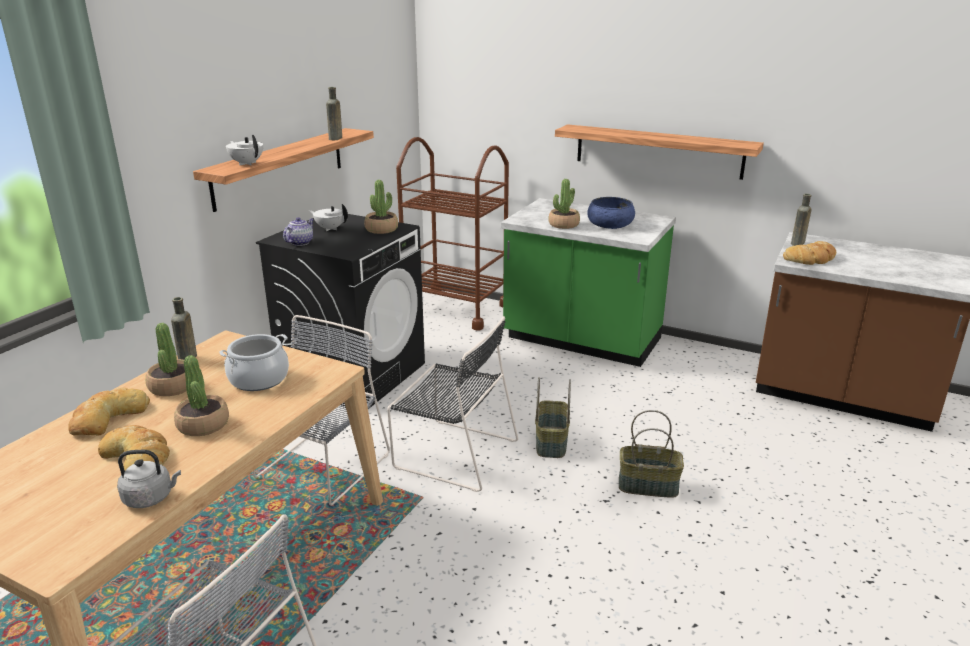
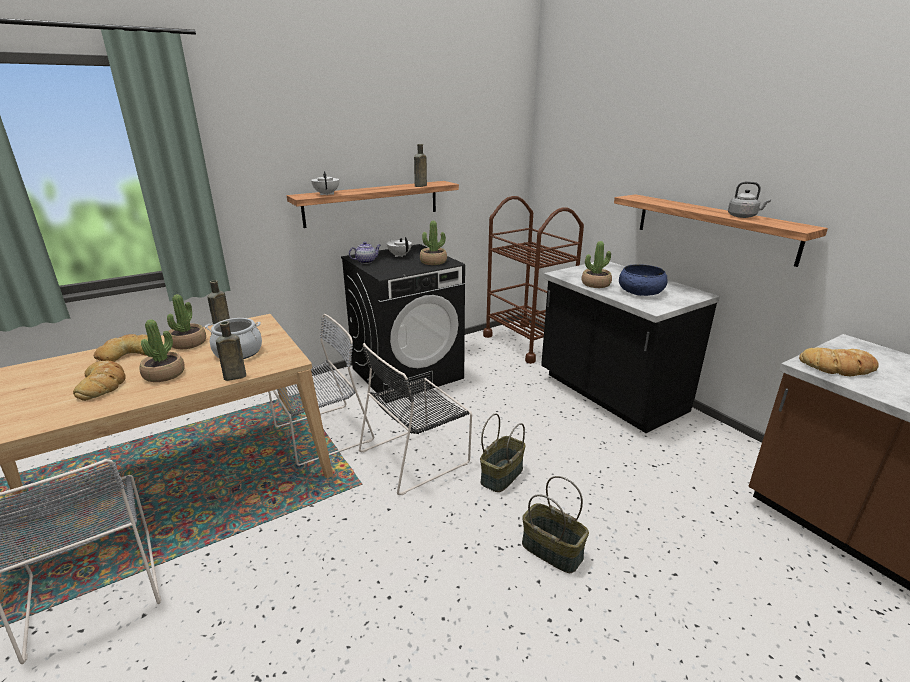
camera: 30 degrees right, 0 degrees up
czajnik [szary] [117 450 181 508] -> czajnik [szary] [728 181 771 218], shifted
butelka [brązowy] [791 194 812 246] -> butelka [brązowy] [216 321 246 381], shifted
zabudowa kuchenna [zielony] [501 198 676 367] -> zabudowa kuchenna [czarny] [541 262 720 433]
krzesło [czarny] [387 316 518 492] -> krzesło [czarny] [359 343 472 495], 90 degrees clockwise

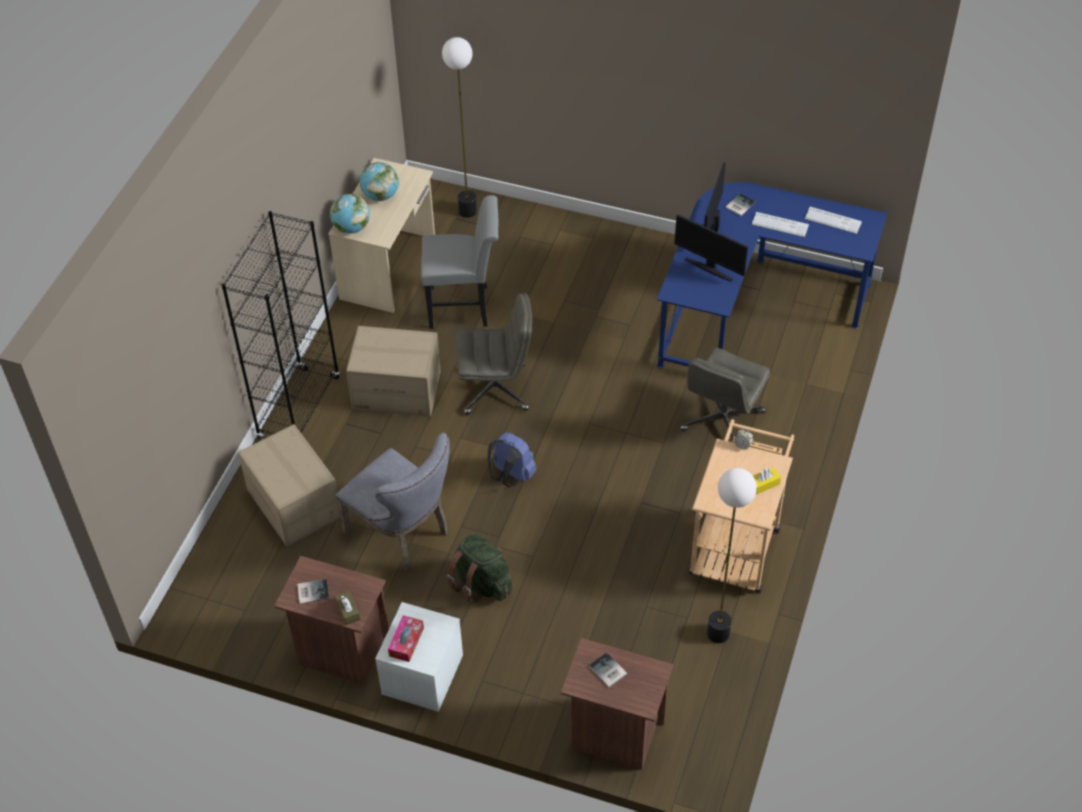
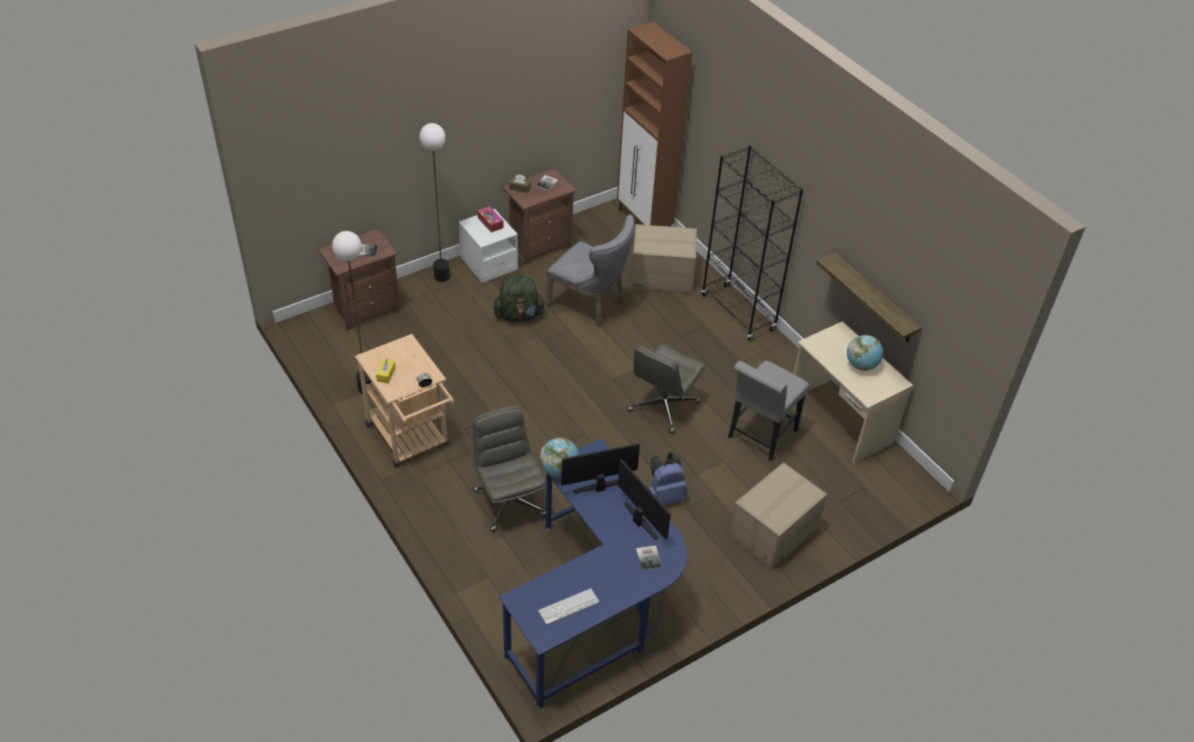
camera: 125 degrees right, 5 degrees down
klawiatura [752 212 809 237] -> none
none -> szafka [brązowy] [617 21 692 227]
none -> półka [816 253 922 343]
globus [330 194 370 234] -> globus [540 438 579 477], shifted
karton [346 326 441 417] -> karton [729 462 827 570], shifted
lampa stojąca [442 37 477 218] -> lampa stojąca [419 123 450 282], shifted
plecak [niebieski] [488 432 536 487] -> plecak [niebieski] [649 452 688 505], shifted
krzesło [szary] [336 433 450 570] -> krzesło [szary] [546 215 635 327], 135 degrees counterclockwise

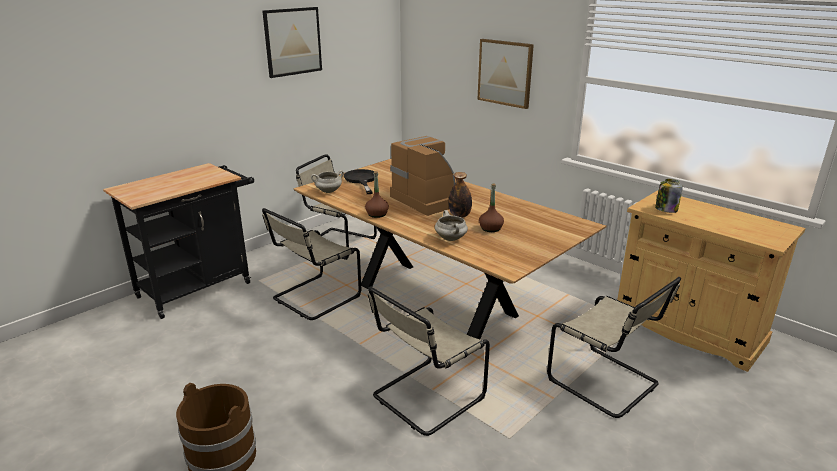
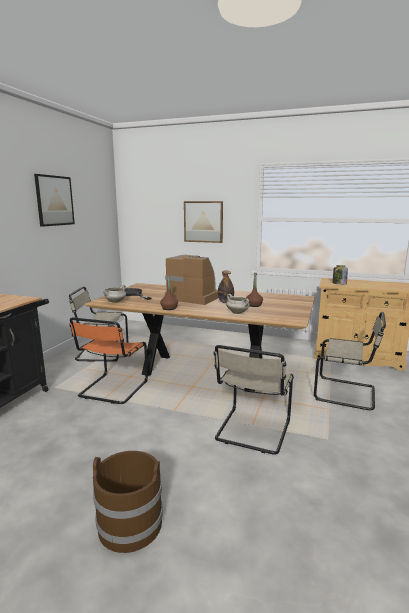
camera: 25 degrees left, 10 degrees down
krzesło [beżowy] [262 208 361 320] -> krzesło [pomarańczowy] [69 318 148 404]

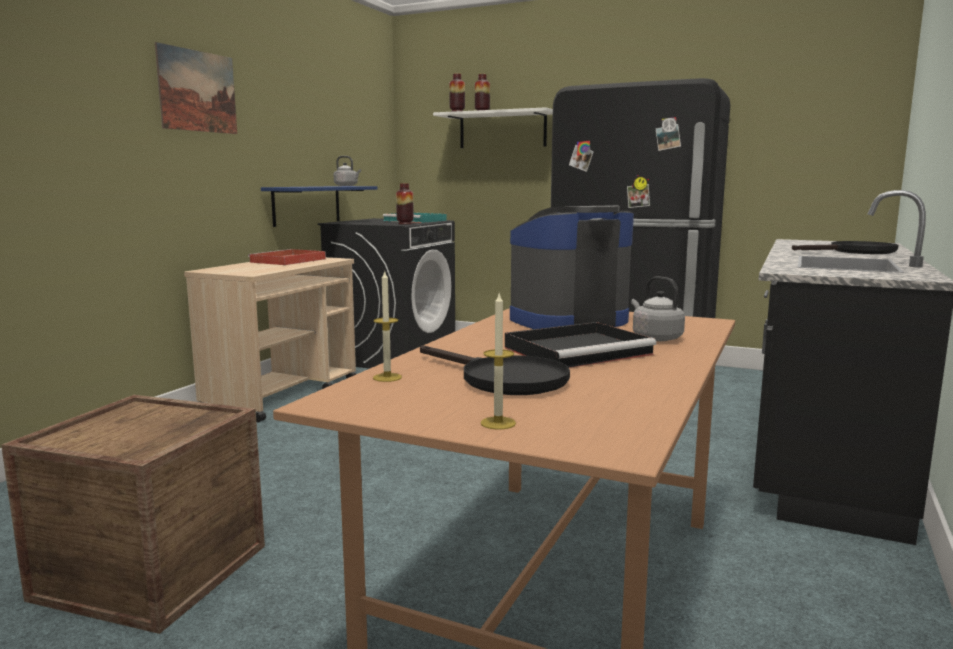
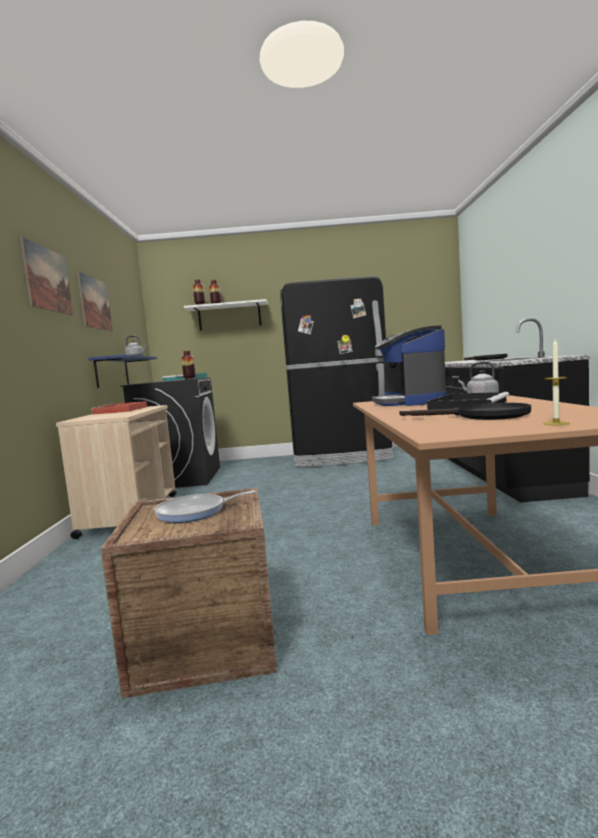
camera: 25 degrees left, 5 degrees down
świeca [373 270 402 382] -> none
none -> obraz [77 271 113 331]
none -> patelnia [154 491 256 523]
ekspres do kawy [510 205 634 329] -> ekspres do kawy [372 325 447 406], 45 degrees counterclockwise

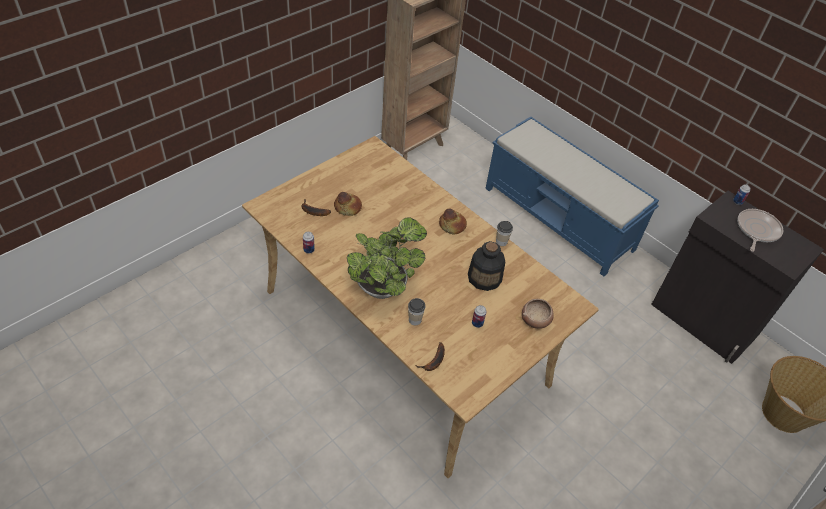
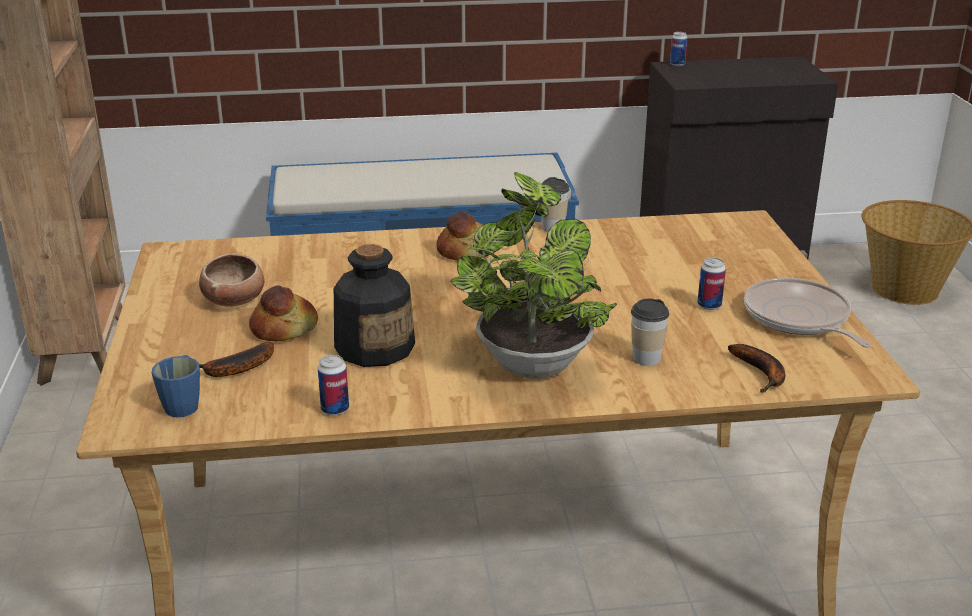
camera: 50 degrees left, 20 degrees down
none -> kubek [niebieski] [152 355 200 417]
butelka [468 241 505 291] -> butelka [334 244 415 367], shifted
miska [522 299 554 329] -> miska [199 254 265 307], shifted
patelnia [737 209 784 252] -> patelnia [744 278 872 348], shifted

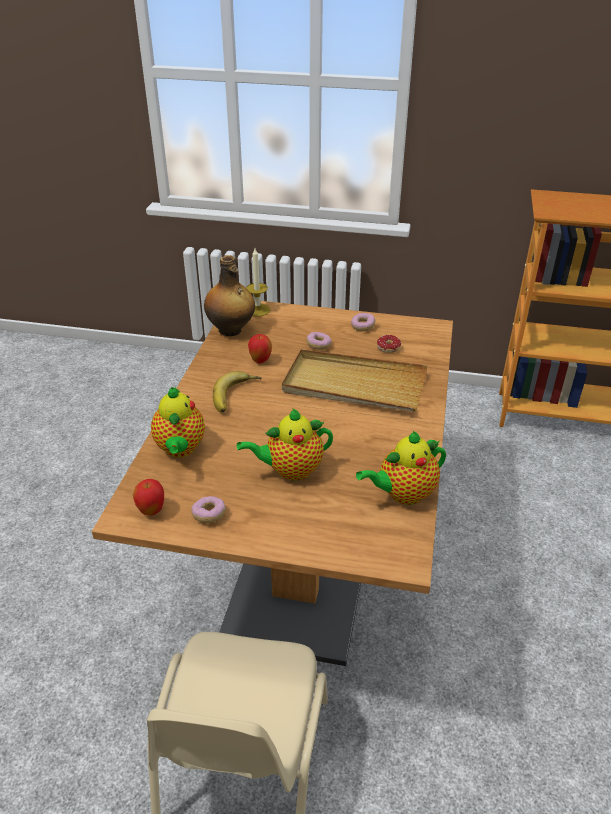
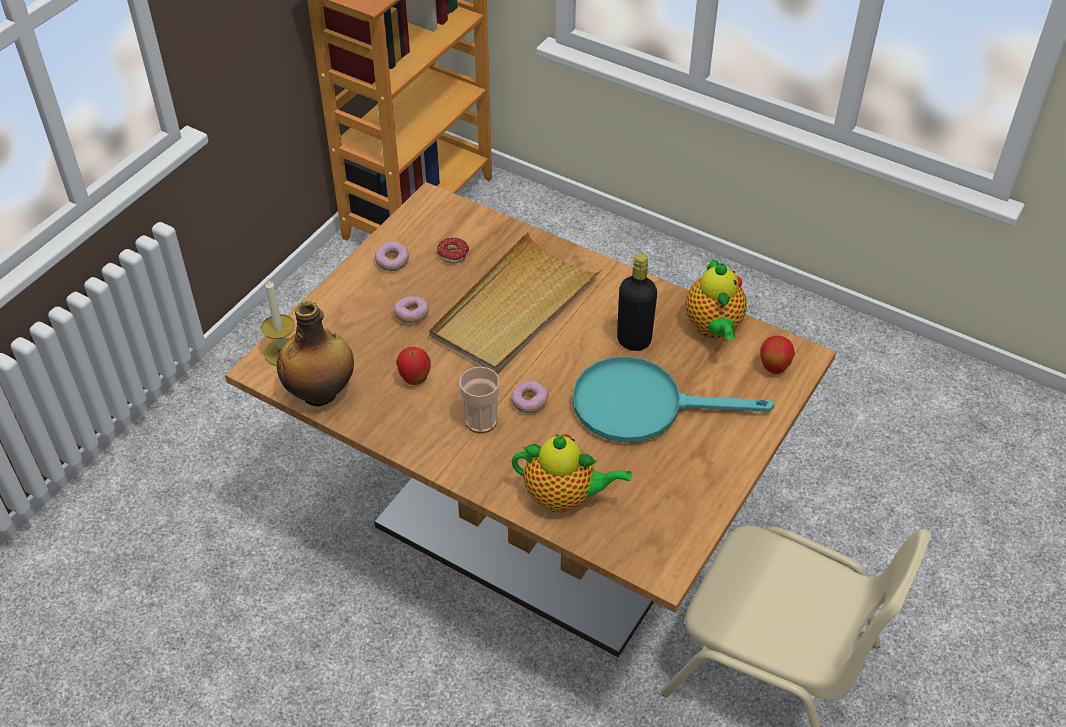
camera: 70 degrees left, 10 degrees up
none -> butelka [czarny] [617 253 657 351]
jabłko [133 479 164 515] -> jabłko [760 336 795 374], shifted
donut [191 496 226 523] -> donut [511 381 548 413], shifted
banan [213 371 262 413] -> filiżanka [459 367 500 434]
imbryk [237 408 333 481] -> patelnia [turkusowy] [573 356 775 443]

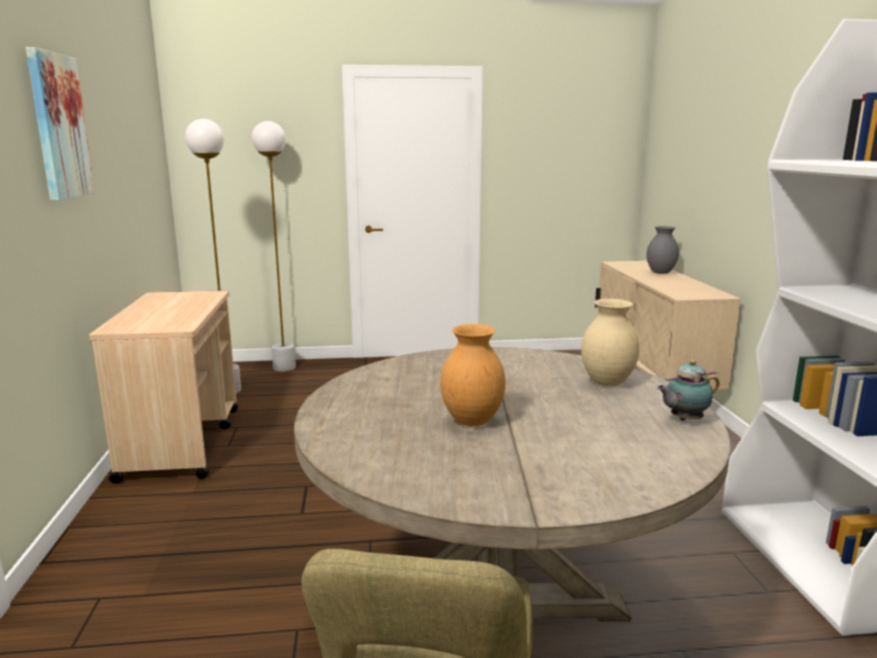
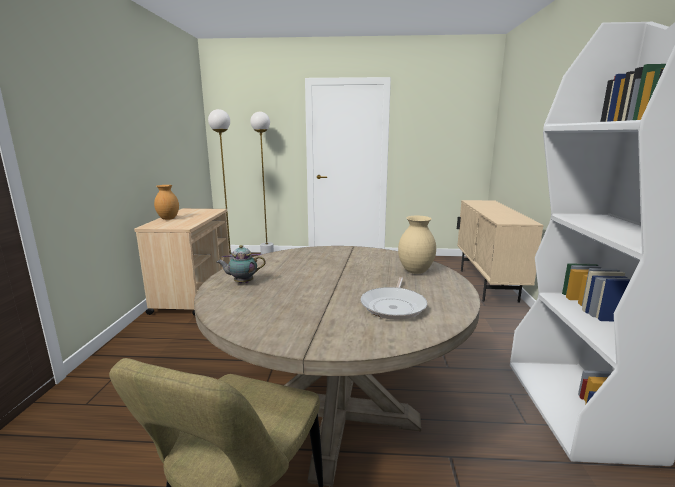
camera: 10 degrees right, 0 degrees up
obraz [26 47 95 200] -> none
wazon [szary] [646 226 679 274] -> none
none -> patelnia [360 277 427 320]
wazon [brązowy] [440 324 506 426] -> wazon [brązowy] [154 185 179 220], shifted
imbryk [657 360 719 421] -> imbryk [217 245 266 283], shifted

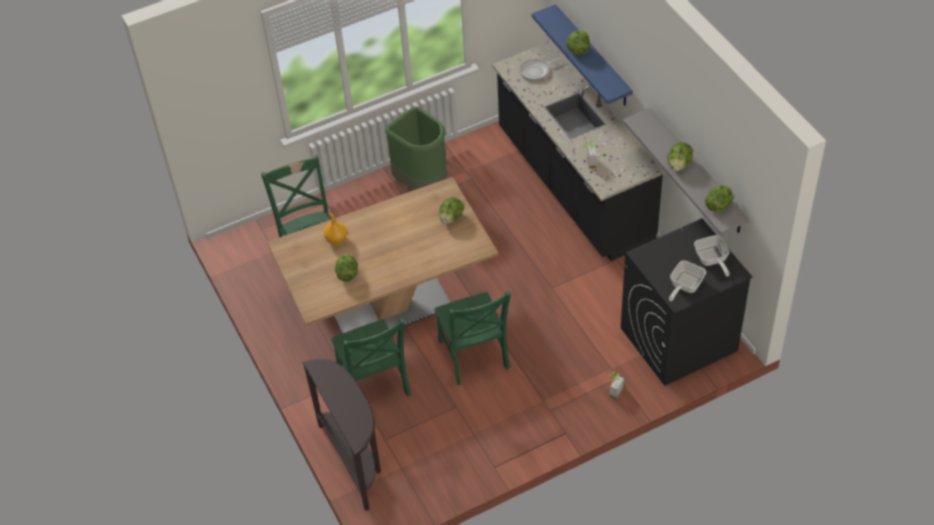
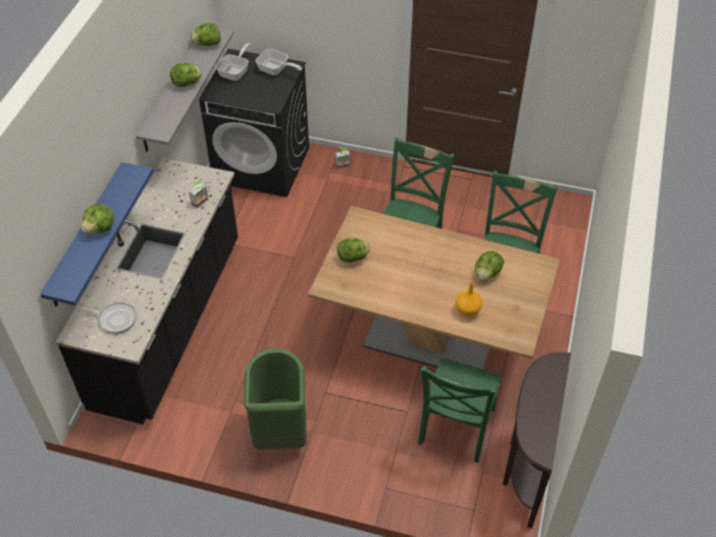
camera: 140 degrees left, 0 degrees up
stolik konsolowy [brązowy] [303 359 381 511] -> stolik konsolowy [brązowy] [503 352 571 528], shifted
patelnia [669 260 706 301] -> patelnia [256 49 302 75], 45 degrees clockwise

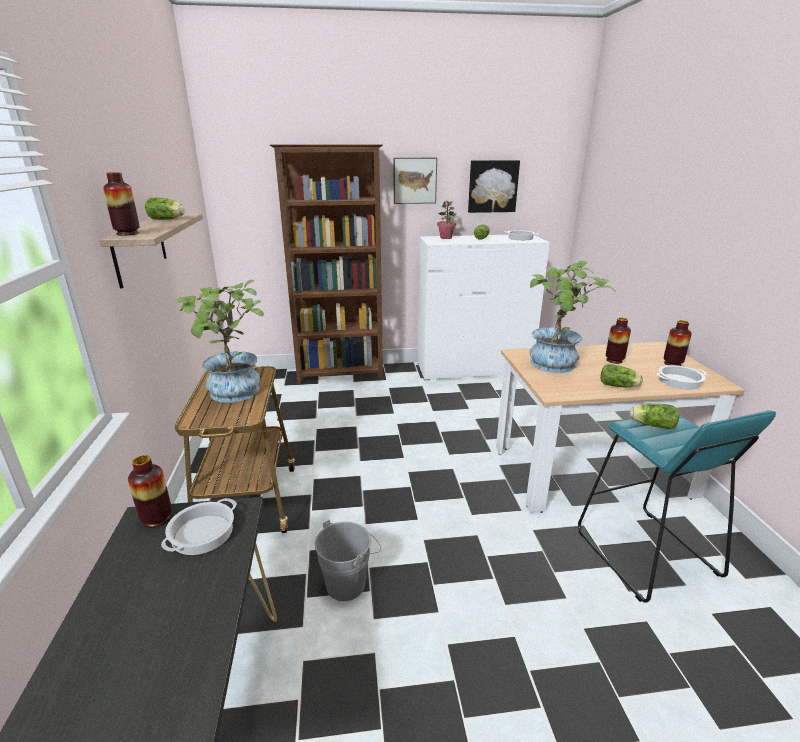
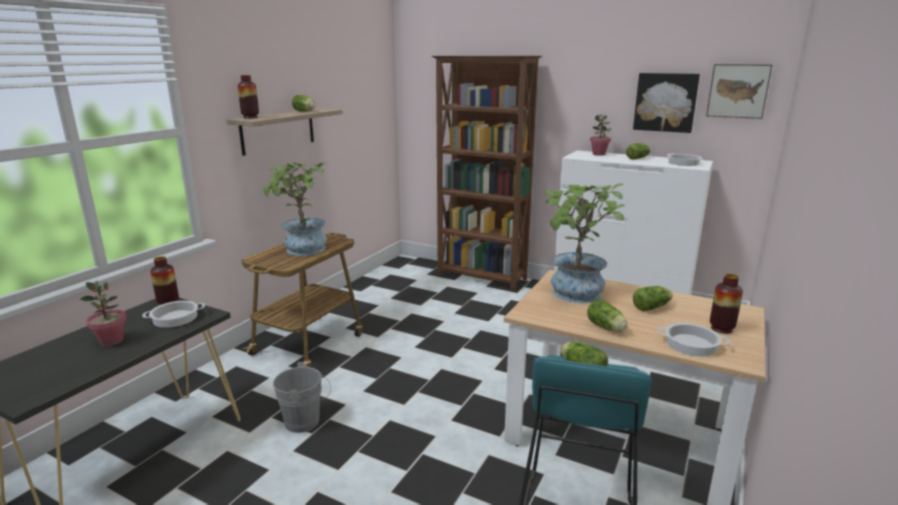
camera: 35 degrees right, 5 degrees down
none -> roślina doniczkowa [80 281 127 346]
obraz [393 158 437 204] -> obraz [706 64 772 119], shifted
wazon [606 317 631 364] -> sałata [633 286 673 311]

